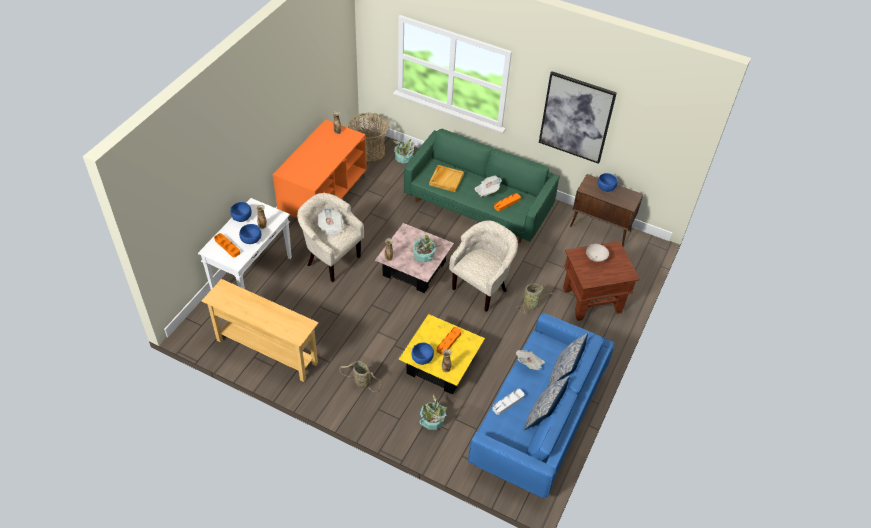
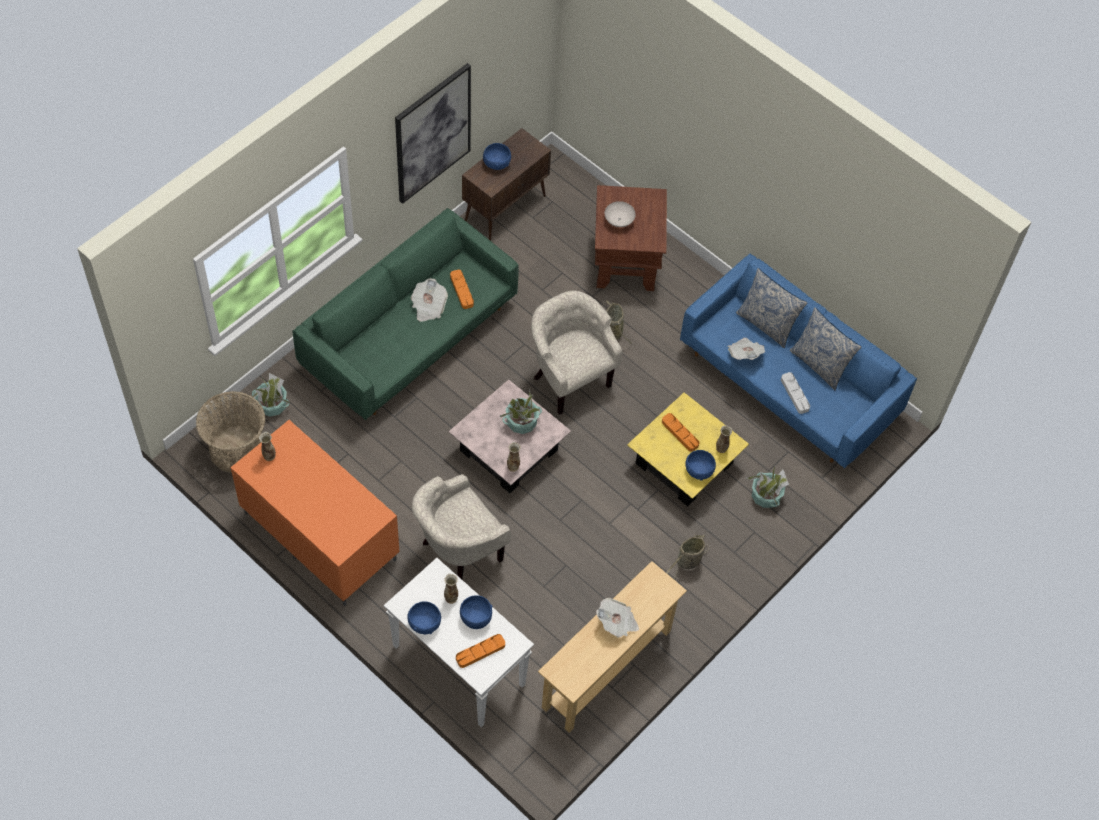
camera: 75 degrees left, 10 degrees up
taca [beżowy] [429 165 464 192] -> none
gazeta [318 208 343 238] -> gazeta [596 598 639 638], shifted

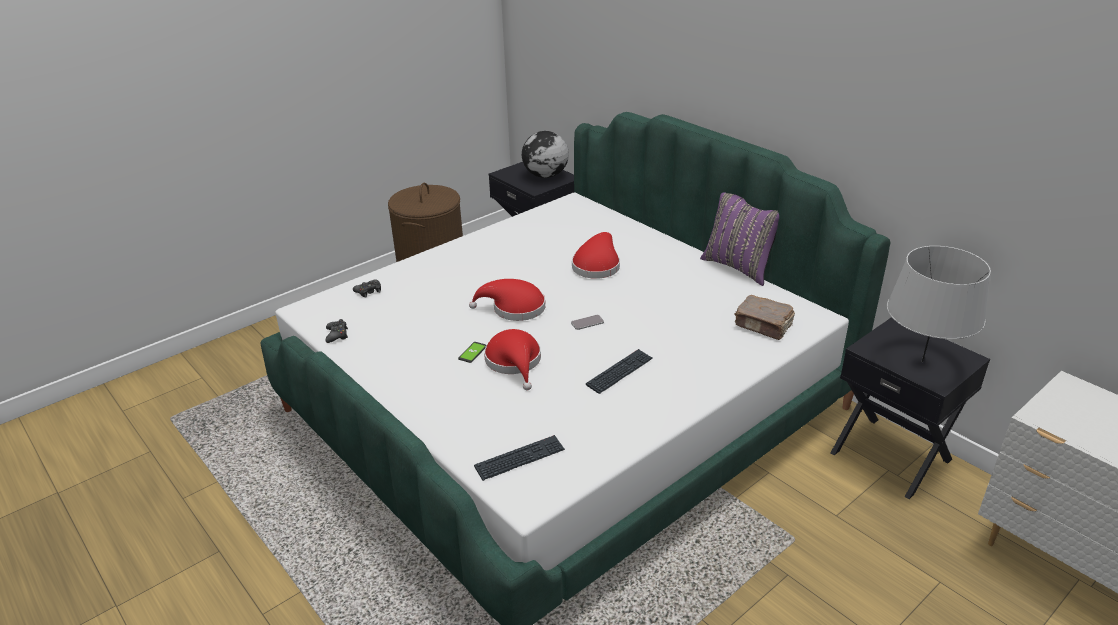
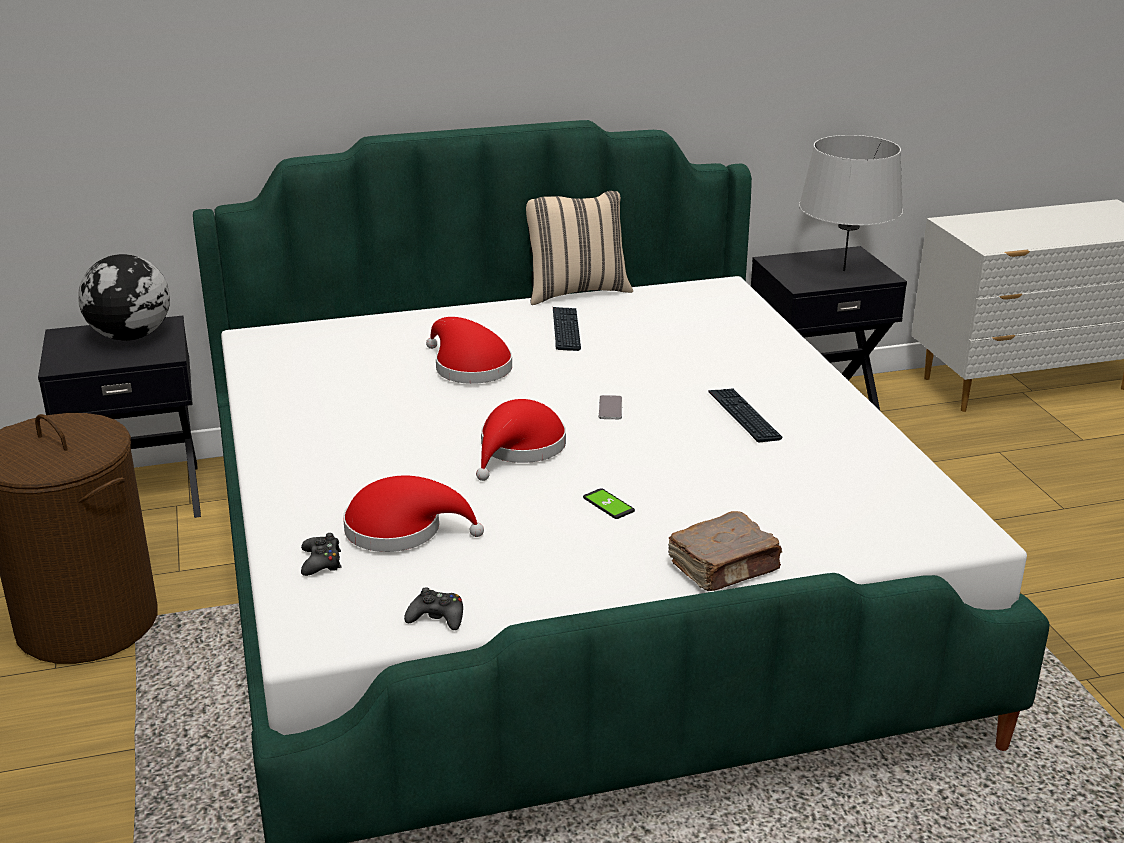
camera: 65 degrees left, 5 degrees down
klawiatura [474 435 565 481] -> klawiatura [553 307 581 351], shifted
kapelusz [czerwony] [484 329 541 390] -> kapelusz [czerwony] [343 476 484 552], shifted
książka [brązowy] [734 295 795 340] -> książka [brązowy] [668 511 783 591], shifted
poduszka [fioletowy] [700 192 779 286] -> poduszka [beżowy] [526 191 633 305]

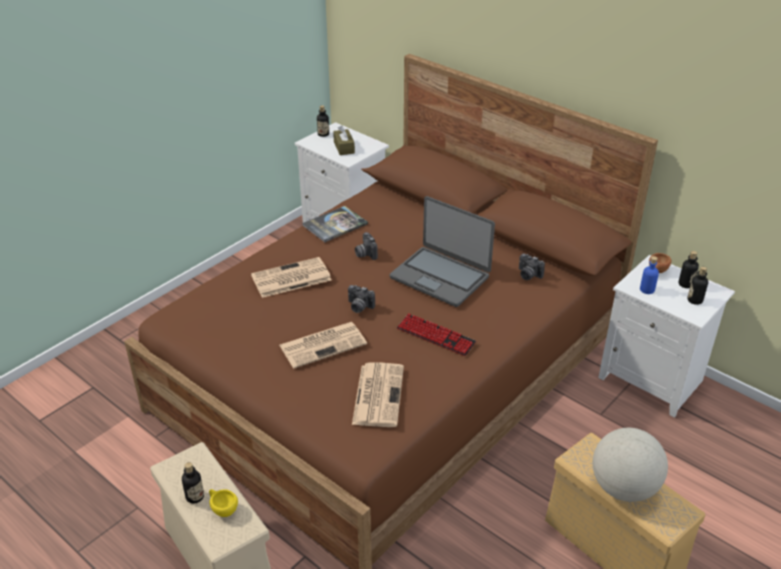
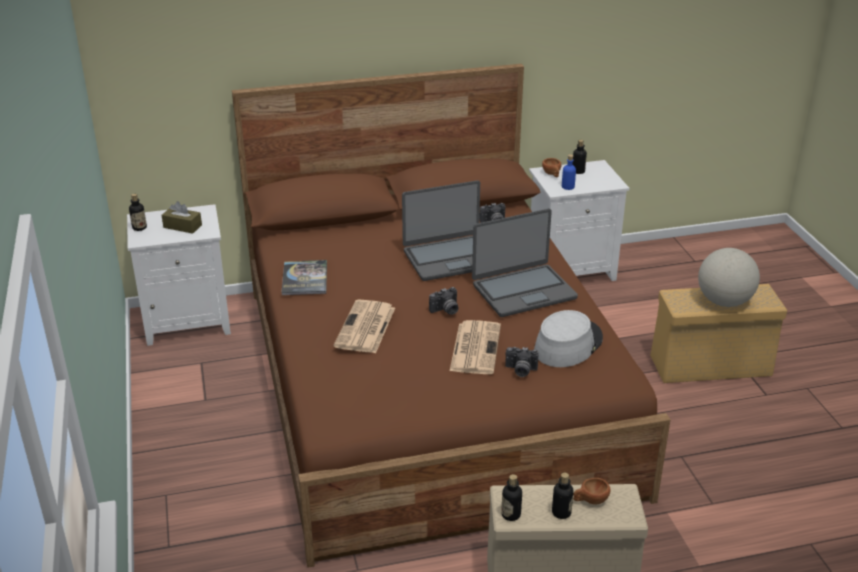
camera: 55 degrees left, 5 degrees down
aparat fotograficzny [355 232 378 260] -> aparat fotograficzny [505 347 539 377], shifted
butelka [687 267 708 305] -> butelka [501 474 522 521], shifted
gazeta [352 362 404 427] -> kapelusz [szary] [534 310 603 367]
klawiatura [397 313 476 356] -> laptop [472 209 578 317]
filiżanka [żółty] [209 489 238 517] -> filiżanka [brązowy] [573 478 611 505]

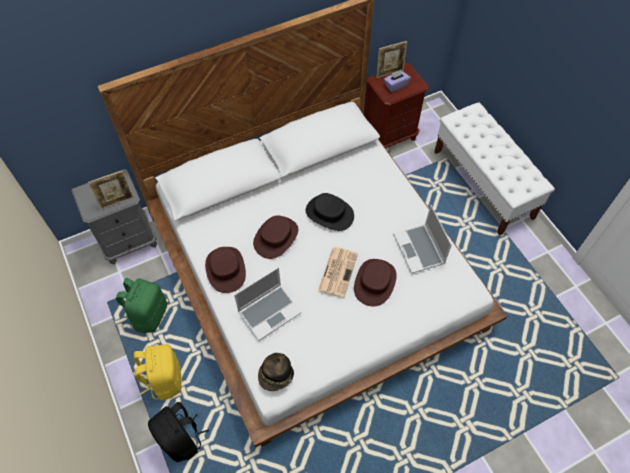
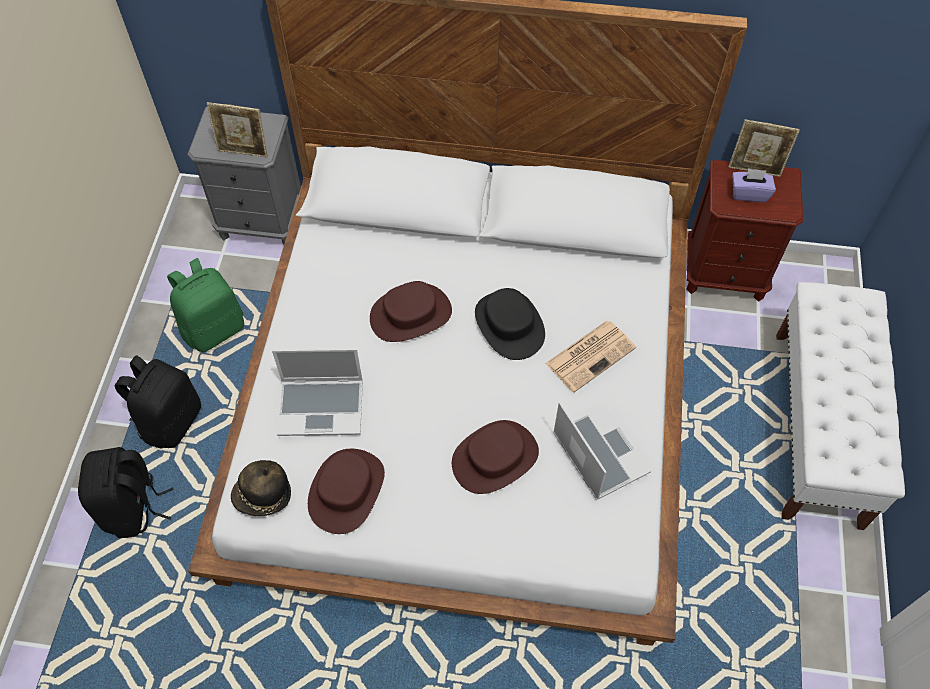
camera: 35 degrees right, 0 degrees up
kapelusz [brązowy] [205 247 246 293] -> kapelusz [brązowy] [308 449 385 534], shifted
gazeta [318 247 358 298] -> gazeta [545 320 636 393], shifted
plecak [żółty] [134 344 182 400] -> plecak [czarny] [115 355 201 448]
laptop [393 205 452 274] -> laptop [553 402 651 500], 135 degrees clockwise

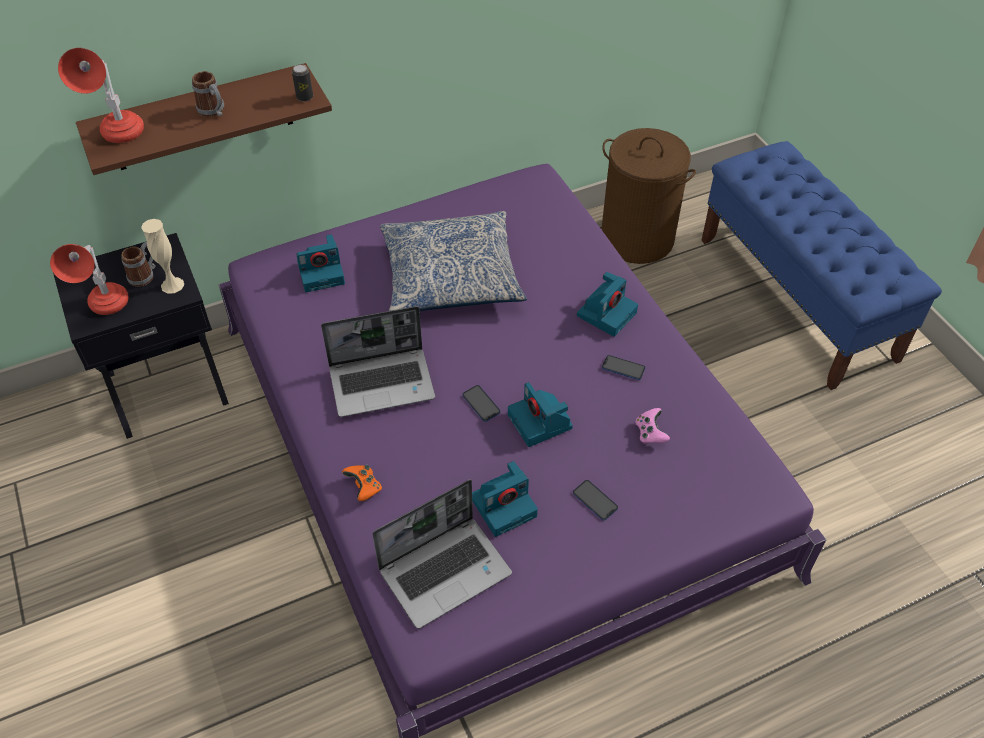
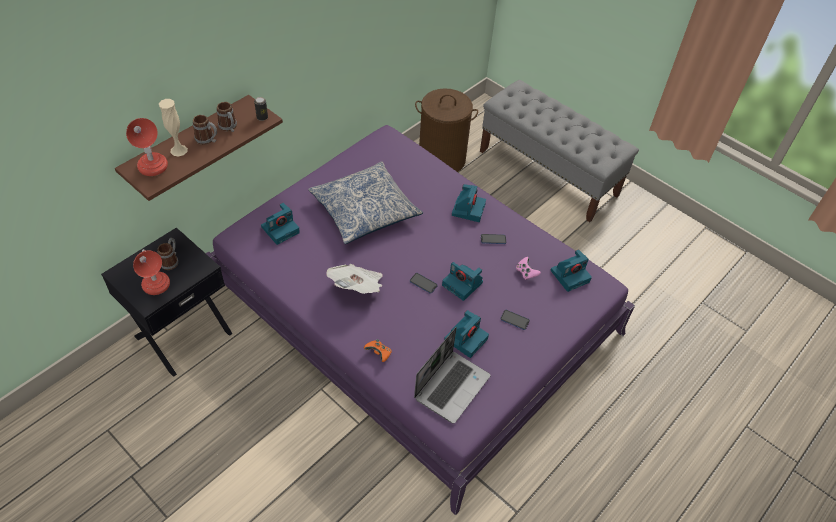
camera: 25 degrees left, 0 degrees up
none -> kubek [216 102 237 132]
none -> aparat fotograficzny [551 249 592 292]
wazon [beżowy] [141 219 184 294] -> wazon [beżowy] [159 99 188 157], shifted
laptop [321 306 435 417] -> gazeta [326 264 383 294]
ławka [niebieski] [701 141 942 390] -> ławka [szary] [480 80 639 222]

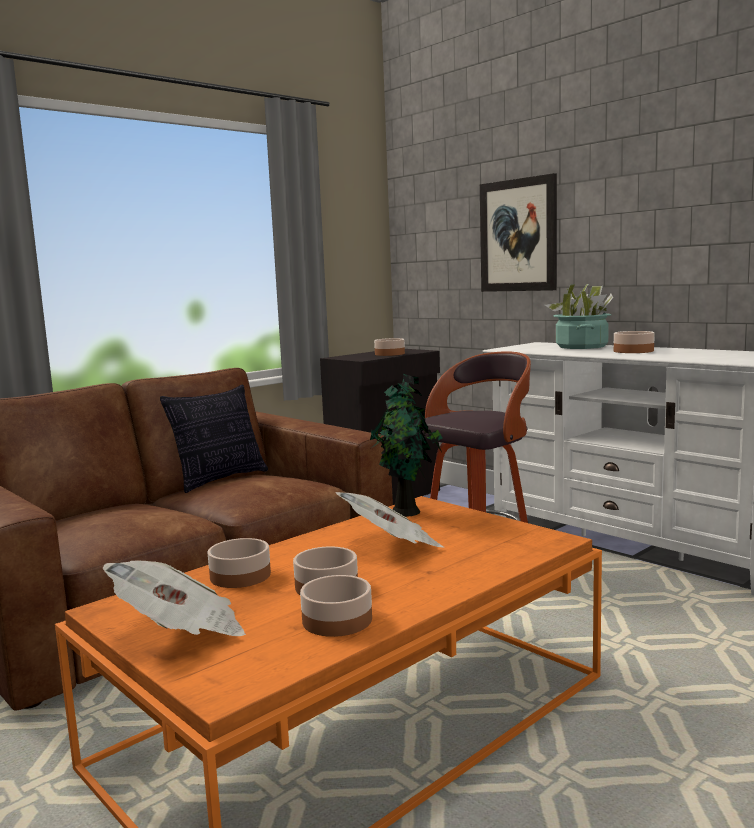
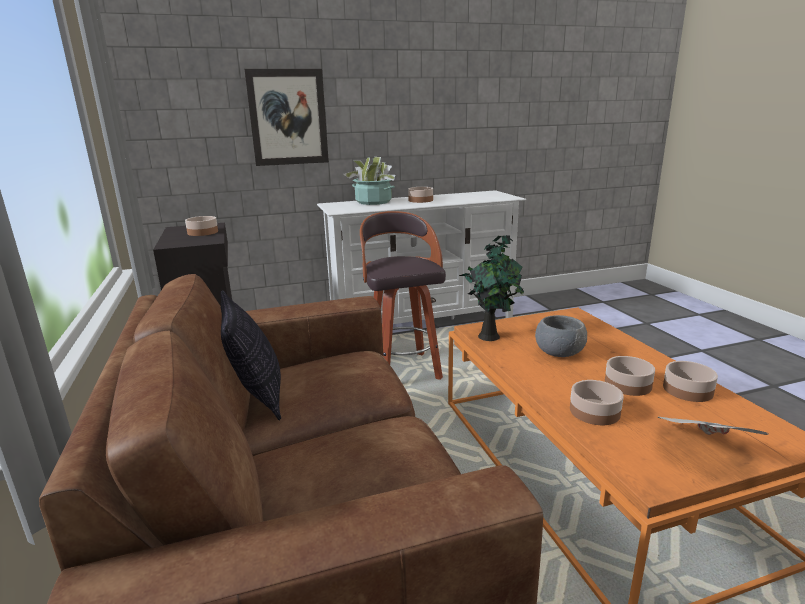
camera: 65 degrees left, 10 degrees up
gazeta [335 492 444 548] -> miska [szary] [535 315 587 357]

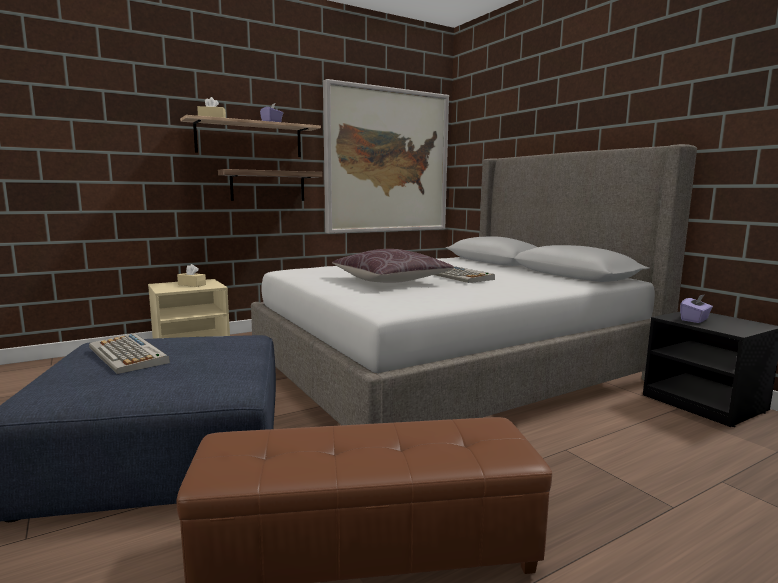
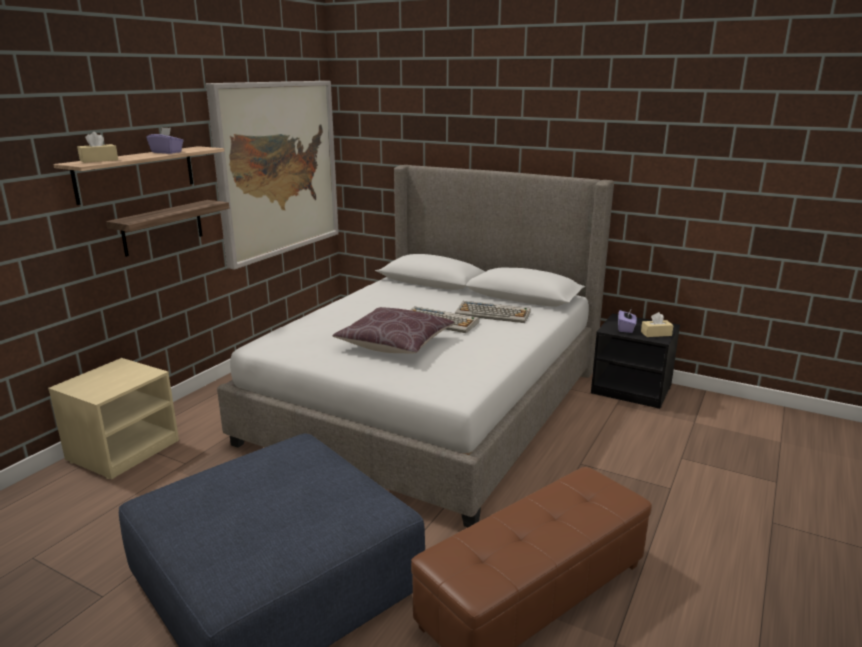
camera: 30 degrees left, 10 degrees up
klawiatura [89 333 170 374] -> klawiatura [455 301 531 323], shifted
pudełko chusteczek [beżowy] [177 264 206 287] -> pudełko chusteczek [beżowy] [641 312 673 337], shifted

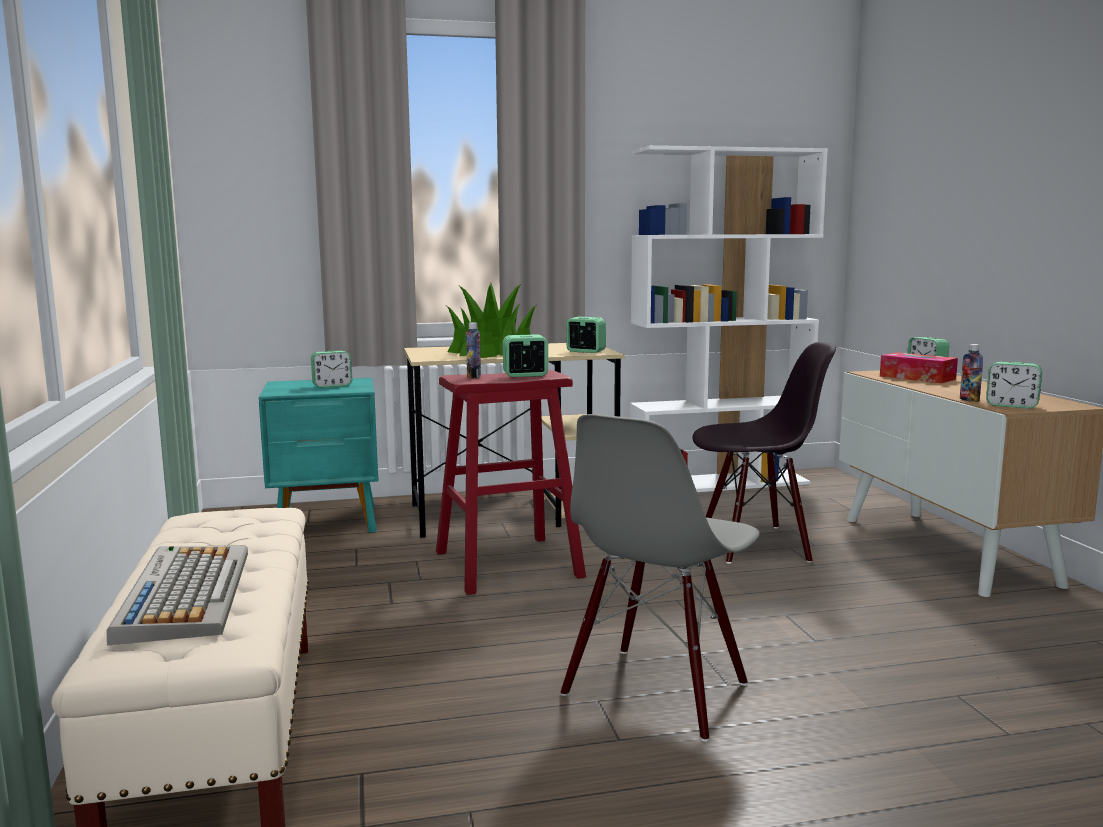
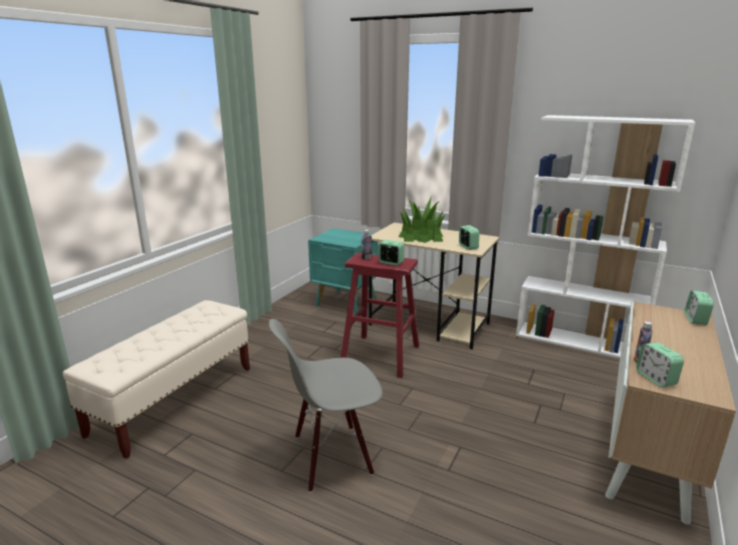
camera: 40 degrees right, 10 degrees up
klawiatura [106 545 248 645] -> none
budzik [311 351 352 388] -> none
krzesło [czarny] [693 342 836 564] -> none
pudełko chusteczek [880 352 958 383] -> none

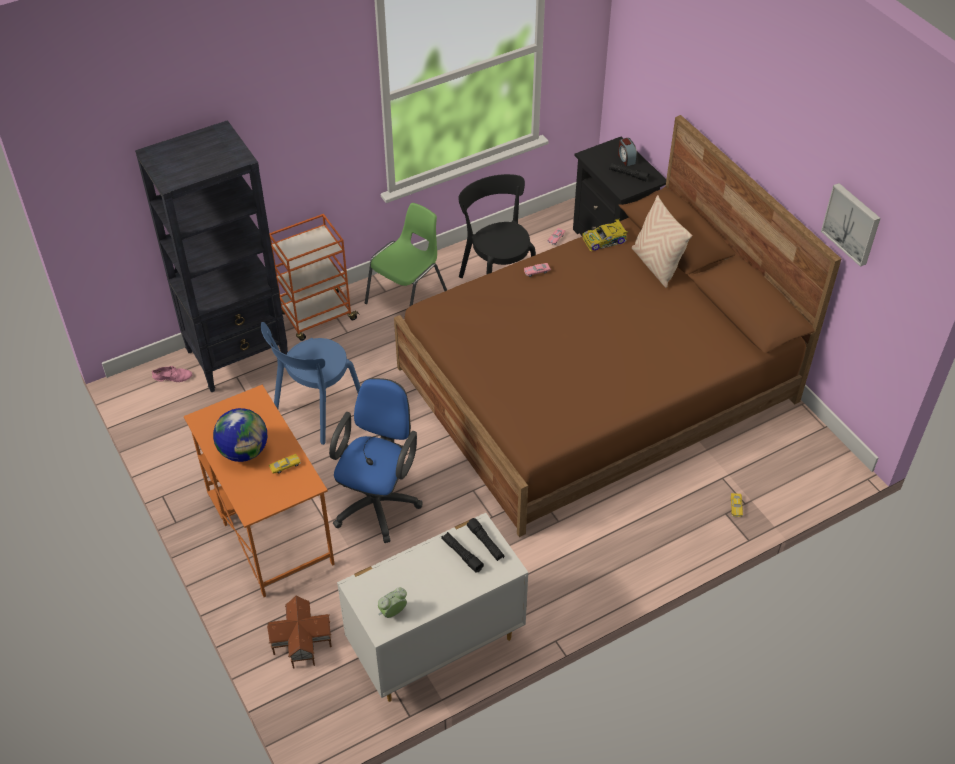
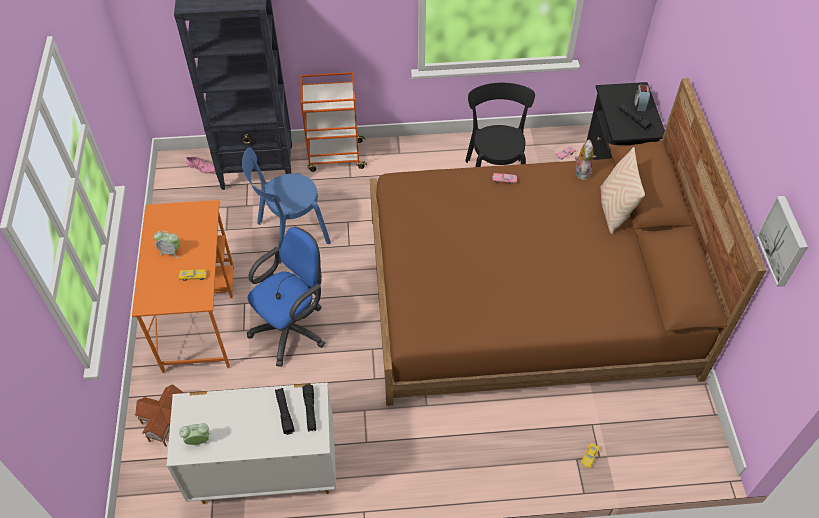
camera: 25 degrees right, 5 degrees up
krzesło [zielony] [365 203 447 307] -> none
globus [213 408 267 462] -> budzik [154 231 180 258]
samochodzik [582 218 628 251] -> pluszak [574 140 594 180]

